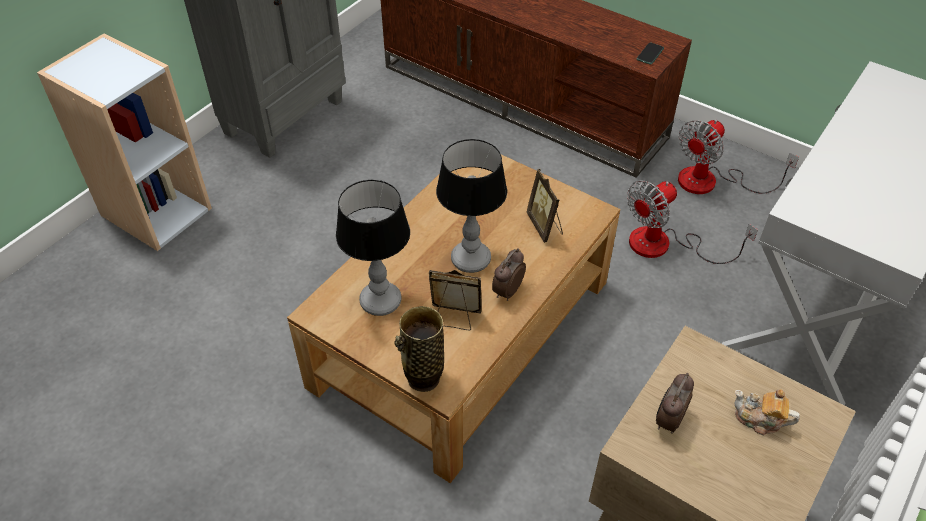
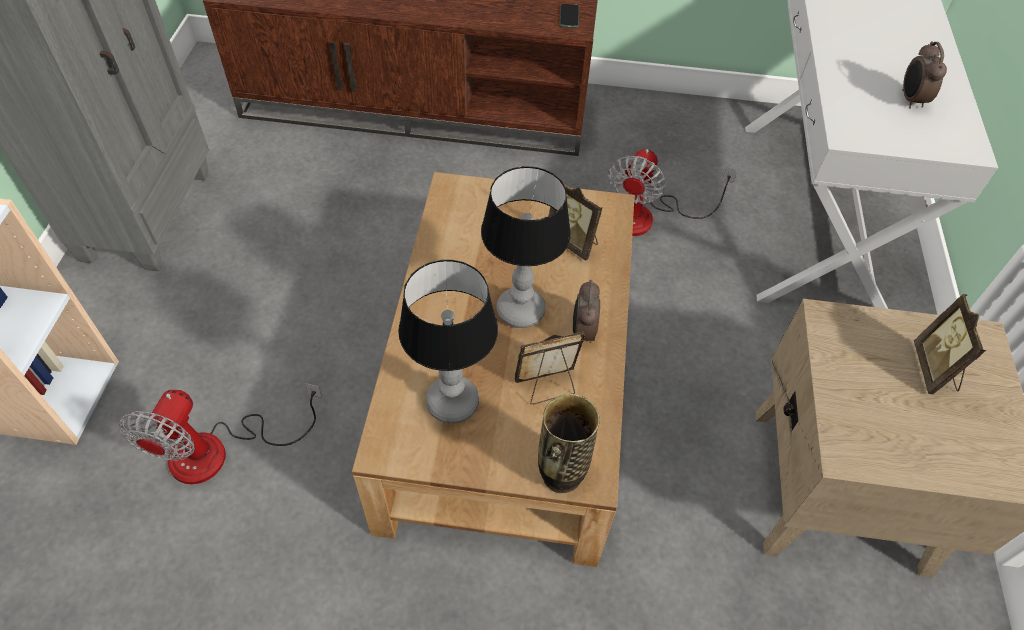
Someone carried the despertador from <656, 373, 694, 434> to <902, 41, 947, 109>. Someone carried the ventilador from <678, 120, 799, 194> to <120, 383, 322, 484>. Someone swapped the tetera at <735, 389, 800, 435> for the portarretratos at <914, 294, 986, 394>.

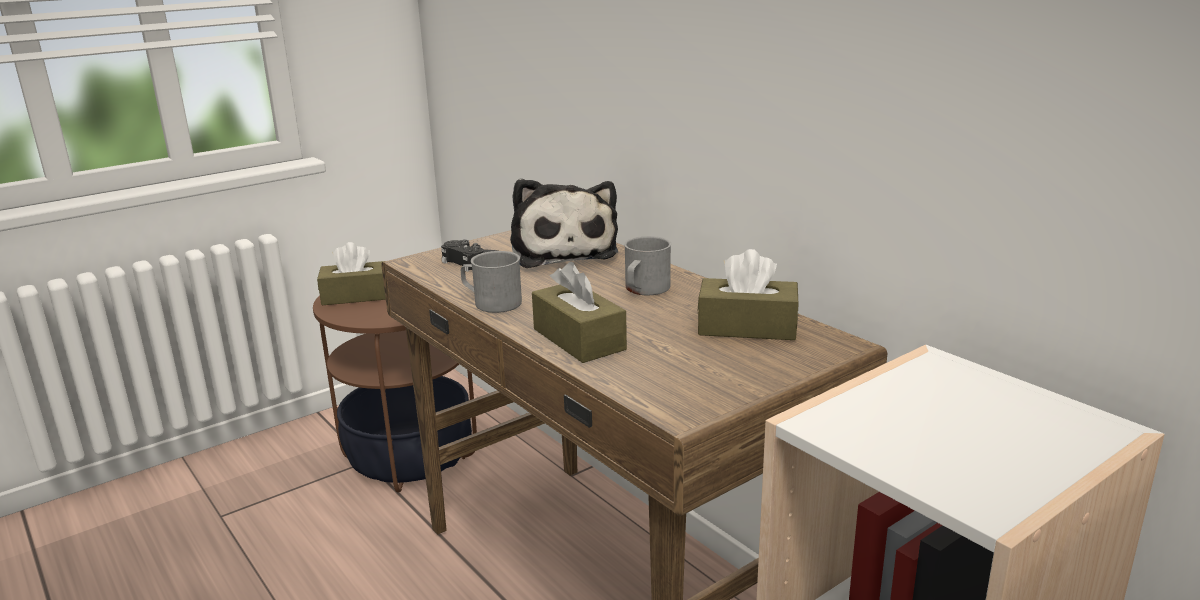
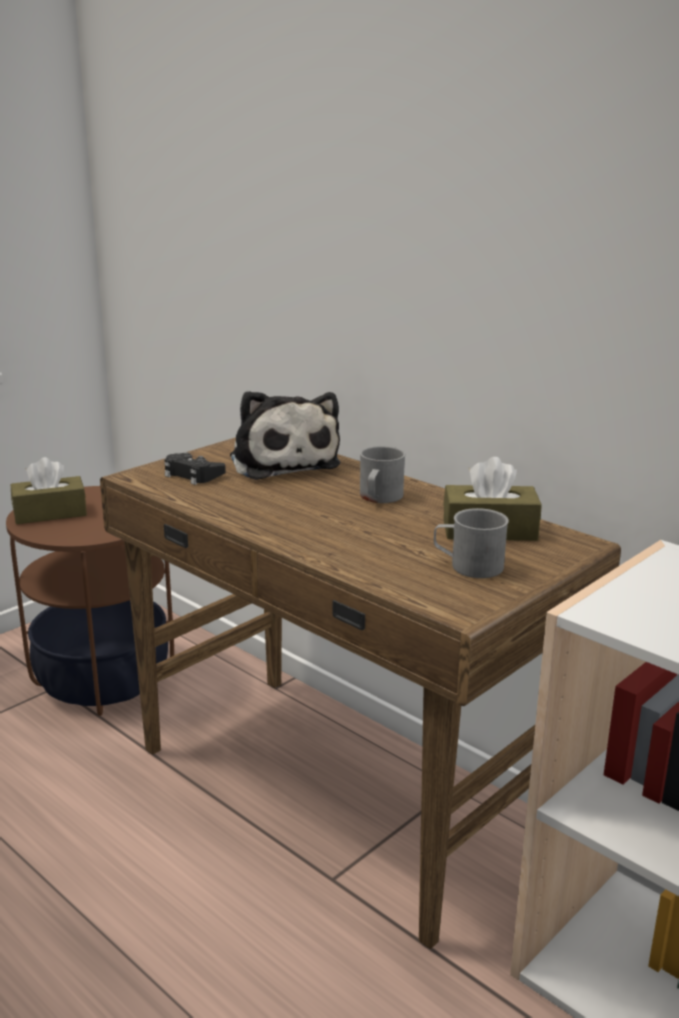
Someone carried the taza grande/gris from <461, 251, 522, 313> to <434, 508, 509, 578>. Someone took away the caja de pañuelos/marrón at <532, 262, 627, 363>.

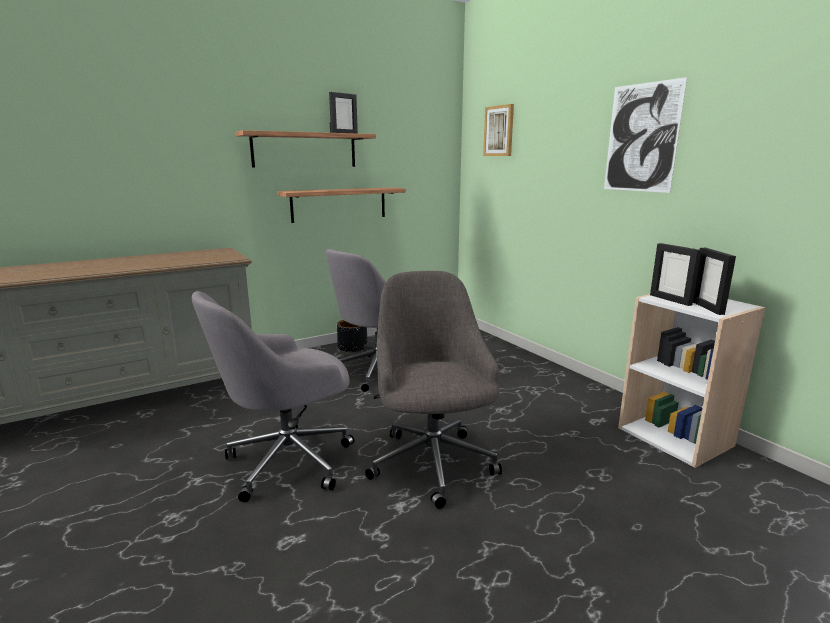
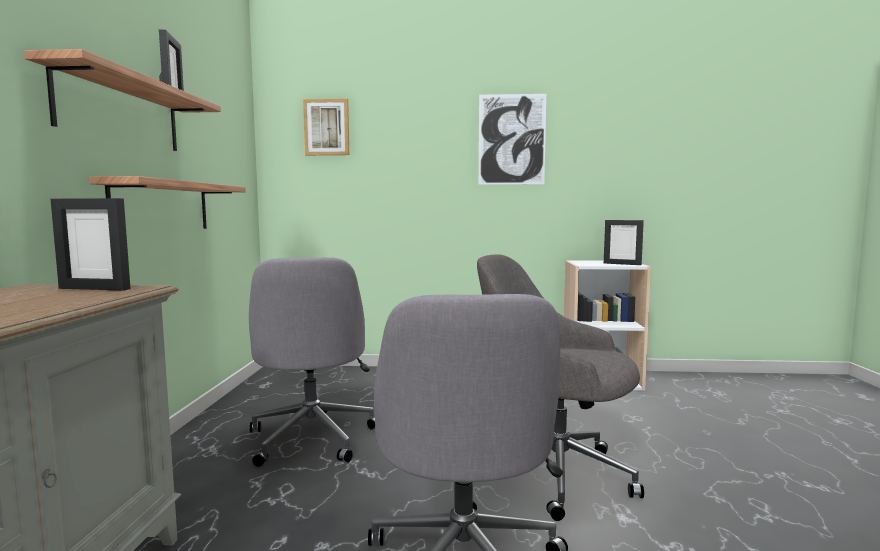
Someone took away the maceta/negro at <337, 320, 368, 353>. Someone carried the portarretratos from <650, 243, 702, 306> to <51, 198, 131, 291>.

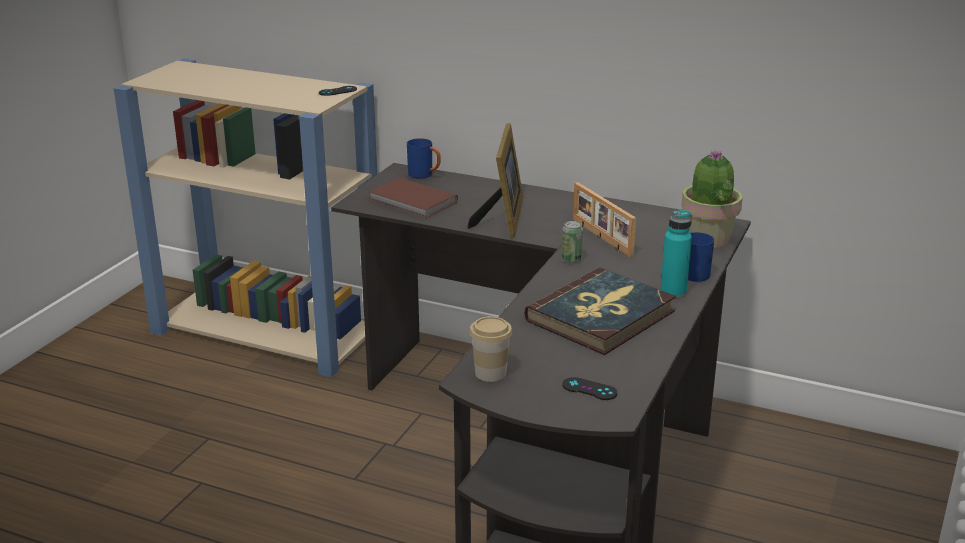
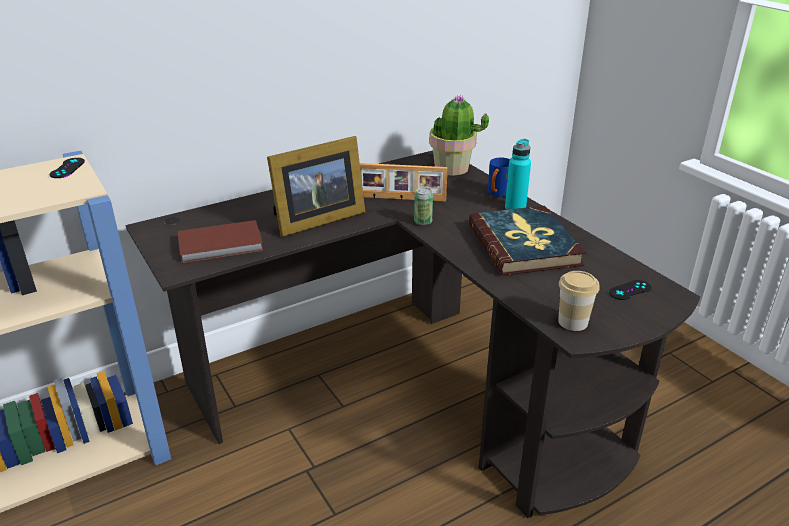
Someone took away the taza grande/azul at <407, 138, 441, 179>. Someone rotated the portarretratos at <467, 123, 523, 238> by 105 degrees clockwise.

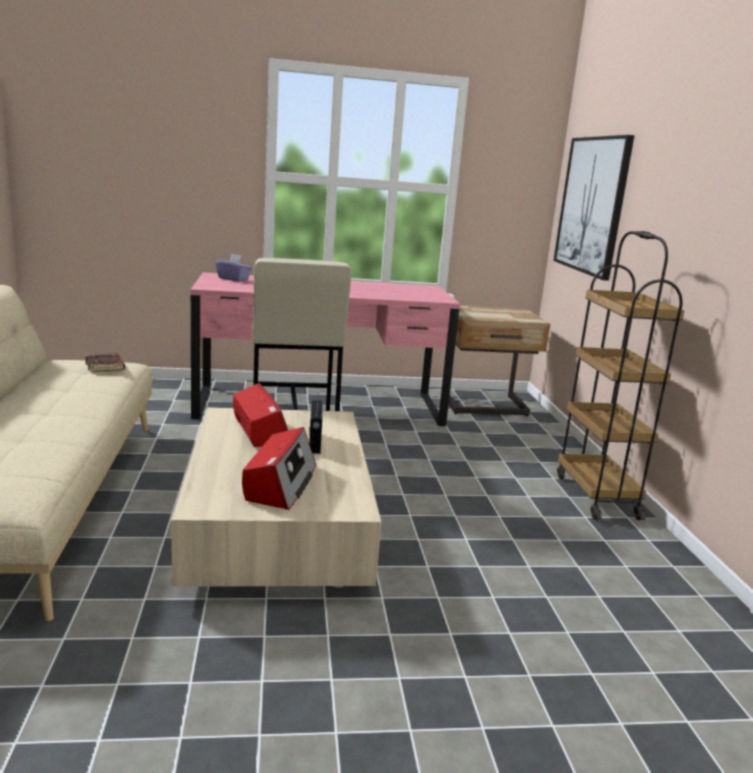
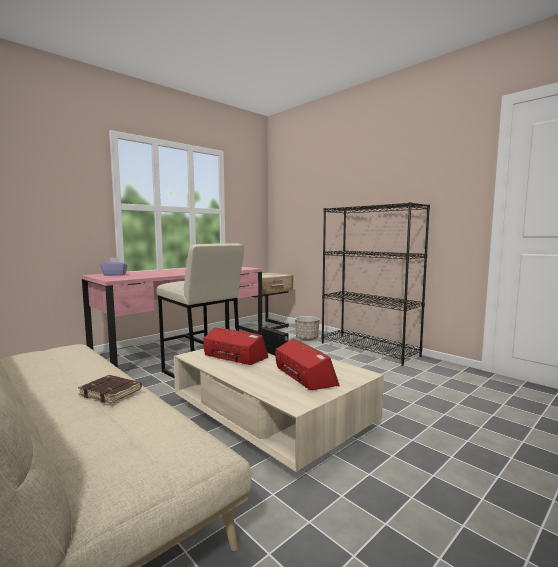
Someone carried the libro/marrón from <85, 353, 125, 372> to <78, 375, 142, 404>. Someone took away the cuadro at <553, 135, 635, 281>. Someone swapped the carrito/marrón at <557, 231, 685, 520> for the estantería/negro at <322, 202, 430, 366>. Someone put down the maceta at <295, 316, 320, 341>.

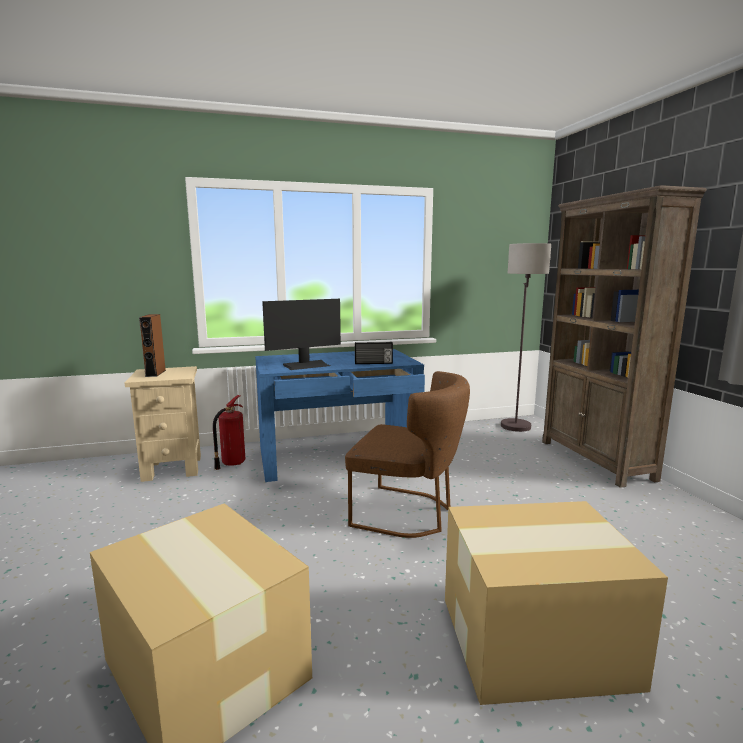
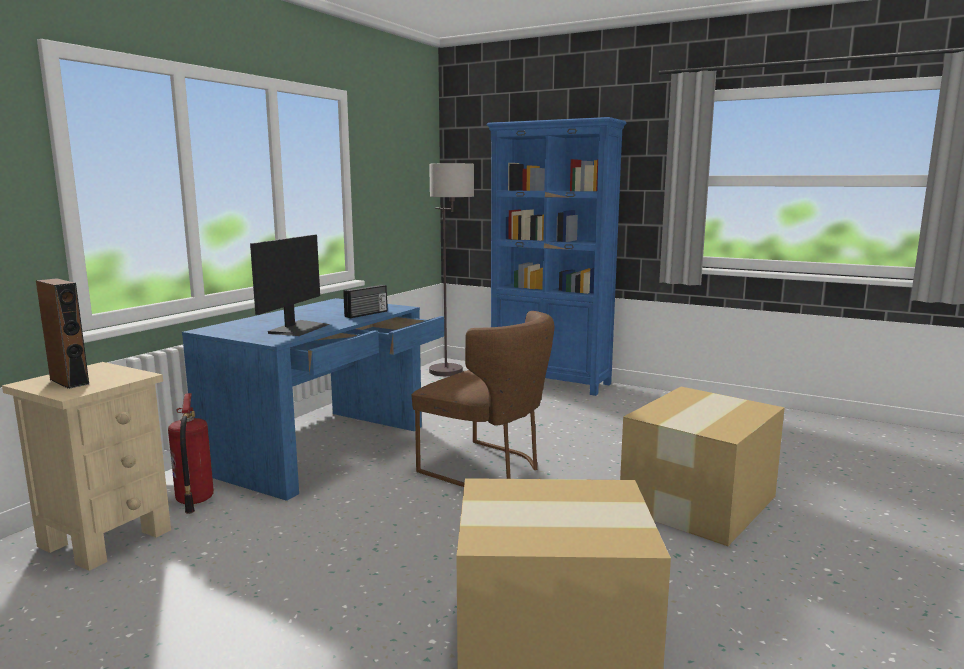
Someone rotated the silla/marrón at <345, 371, 470, 538> by 60 degrees clockwise. Someone repainted the estantería/marrón at <542, 185, 707, 488>, which became the estantería/azul at <486, 117, 626, 396>.

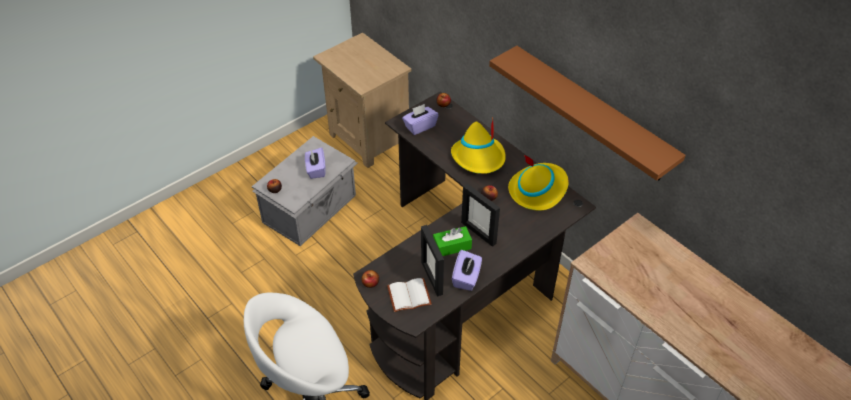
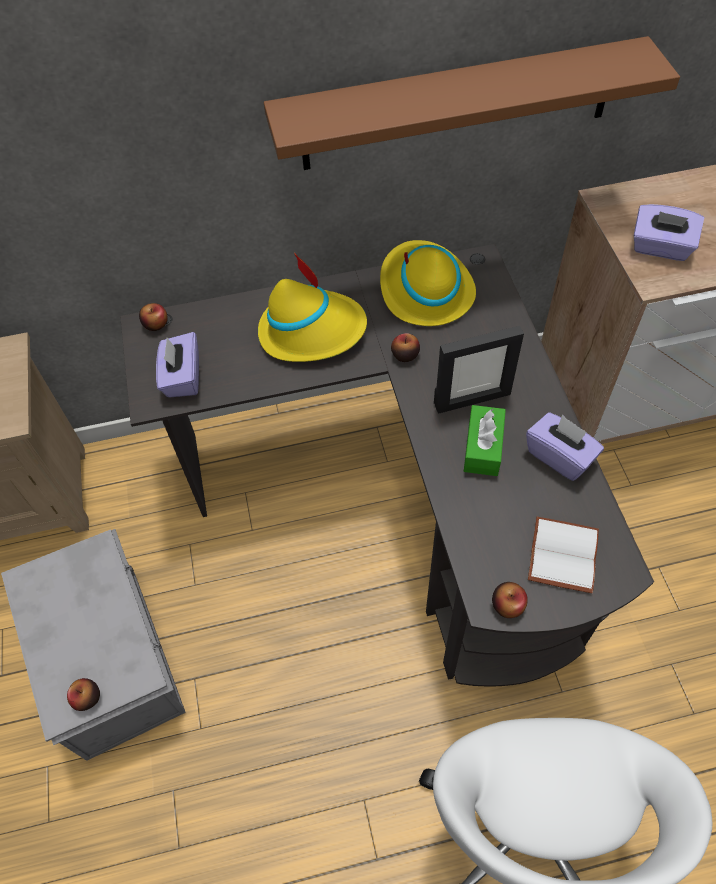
Someone carried the caja de pañuelos/morado from <305, 147, 326, 179> to <634, 204, 704, 261>. Someone took away the portarretratos at <421, 225, 444, 296>.

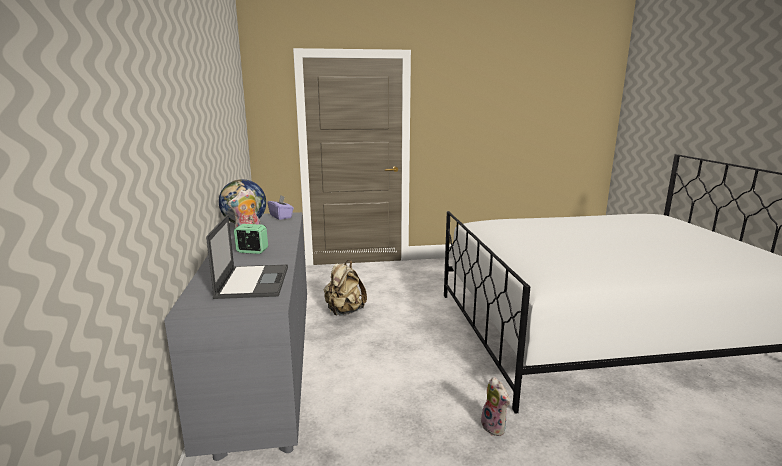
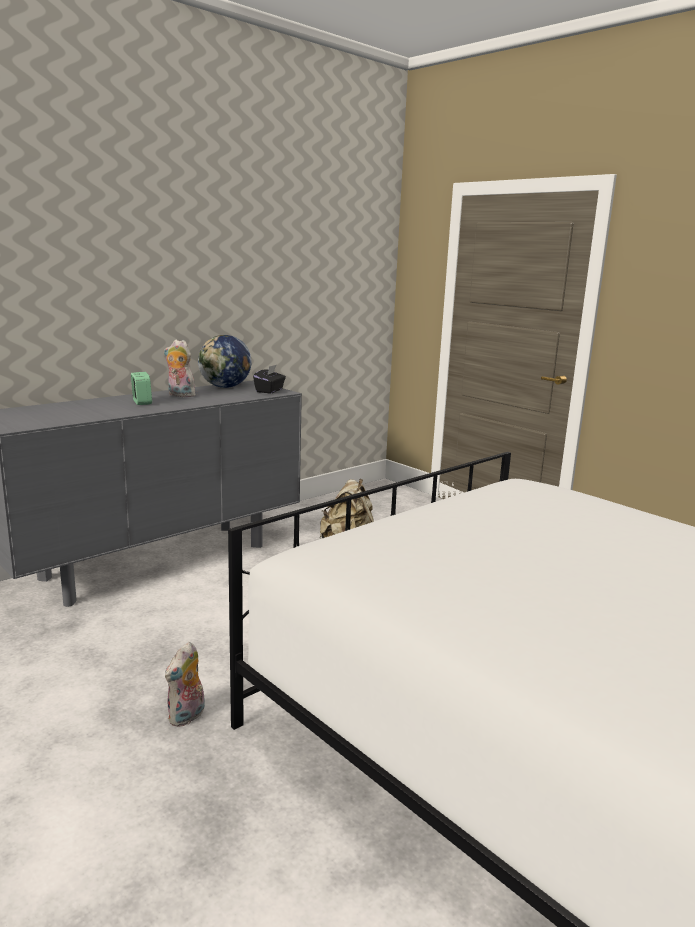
Someone took away the portátil at <206, 215, 288, 299>. Someone repainted the caja de pañuelos/morado at <267, 196, 294, 220>, which became the caja de pañuelos/negro at <253, 365, 286, 394>.

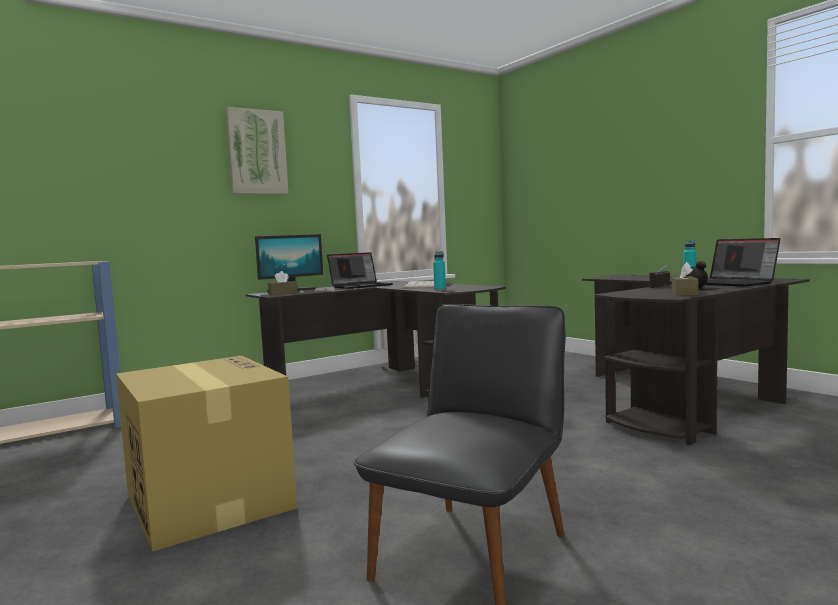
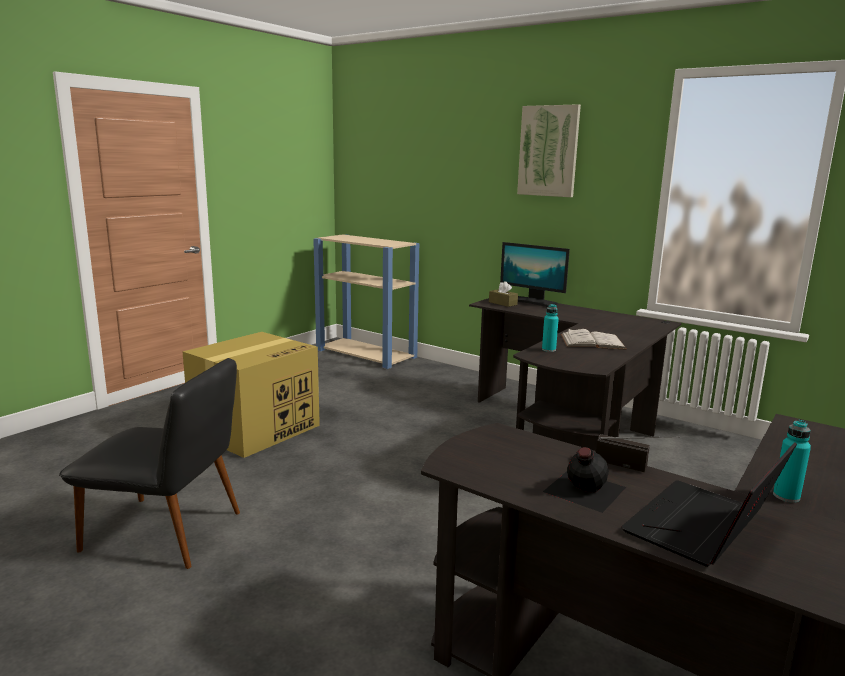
Someone took away the portátil at <327, 252, 393, 289>. Someone took away the caja de pañuelos/marrón at <672, 262, 699, 296>.

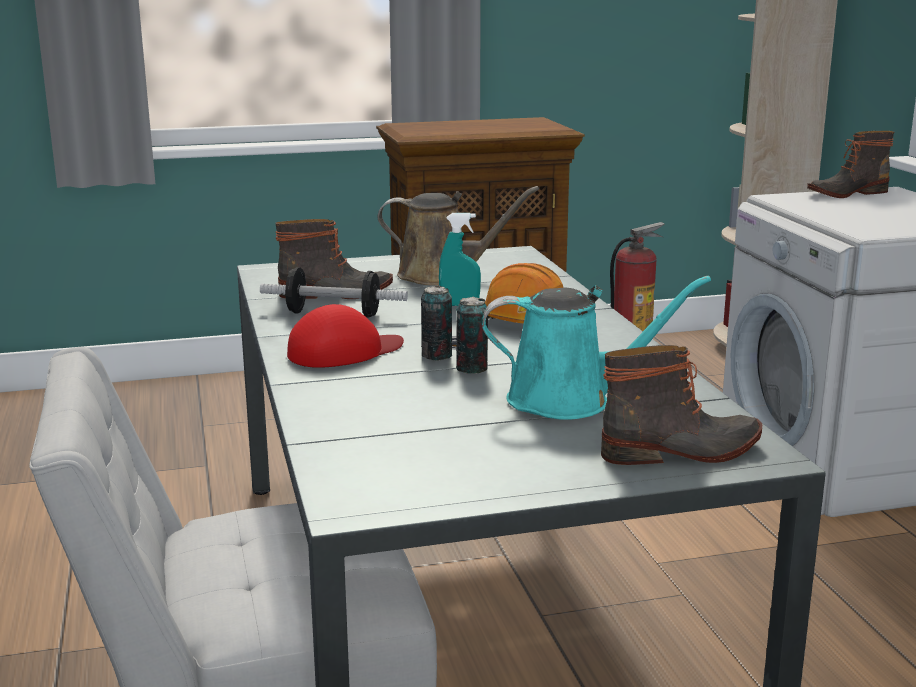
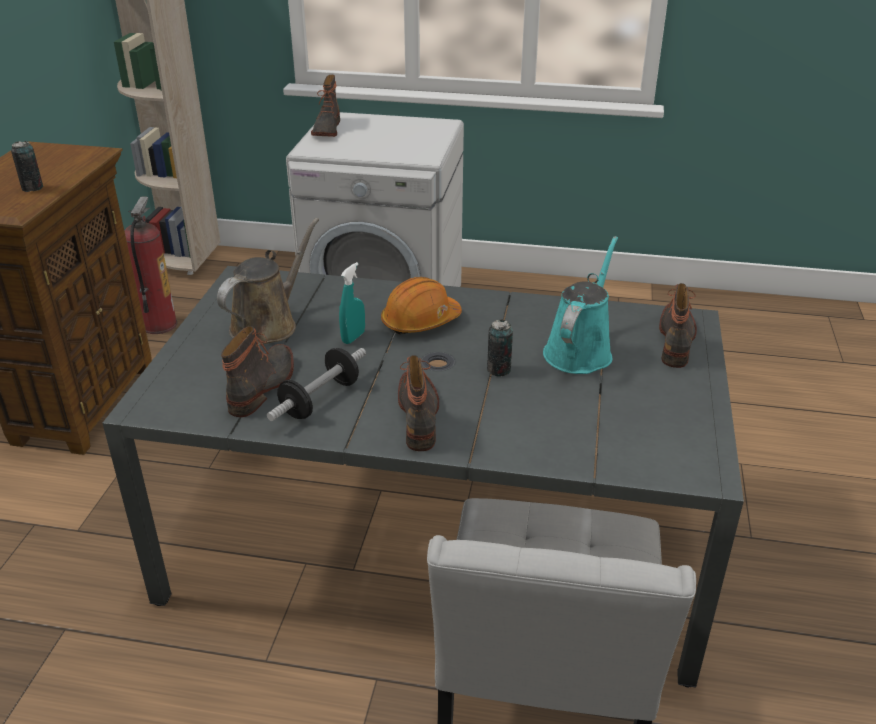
Someone swapped the gorra/rojo at <287, 304, 404, 368> for the bota at <398, 355, 439, 451>. Someone carried the lata from <421, 286, 452, 361> to <11, 141, 43, 192>.

